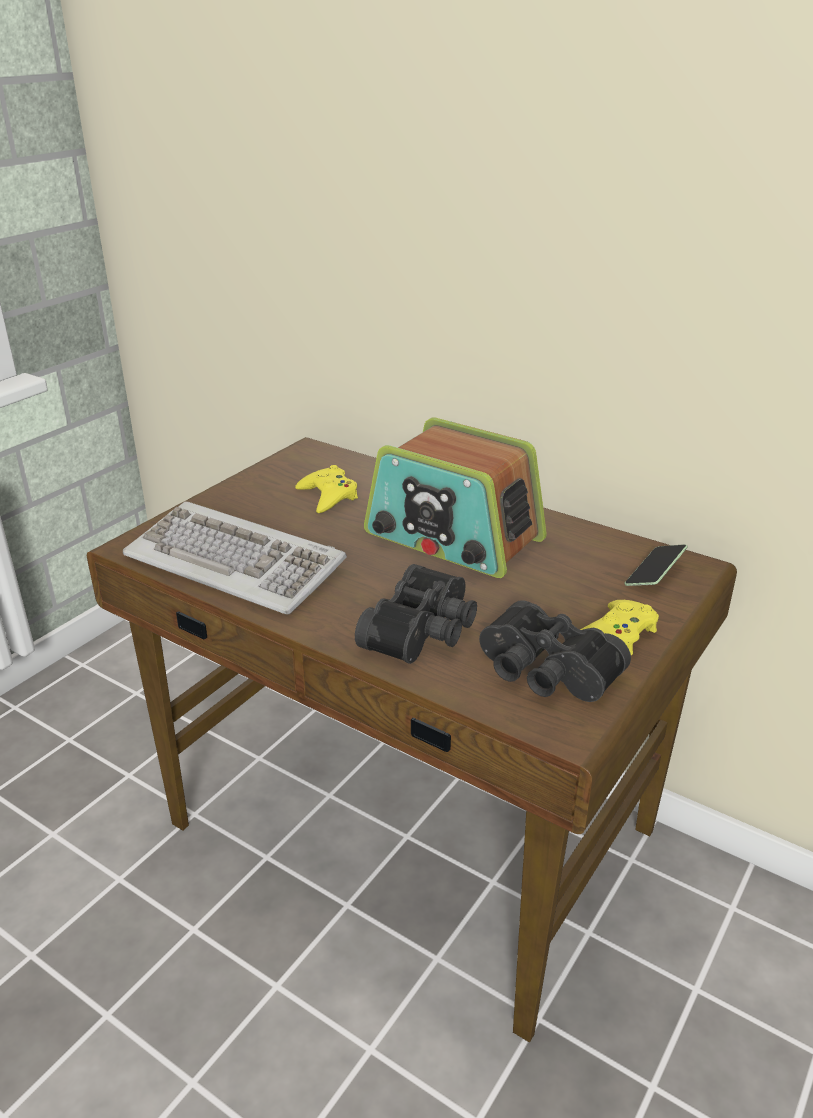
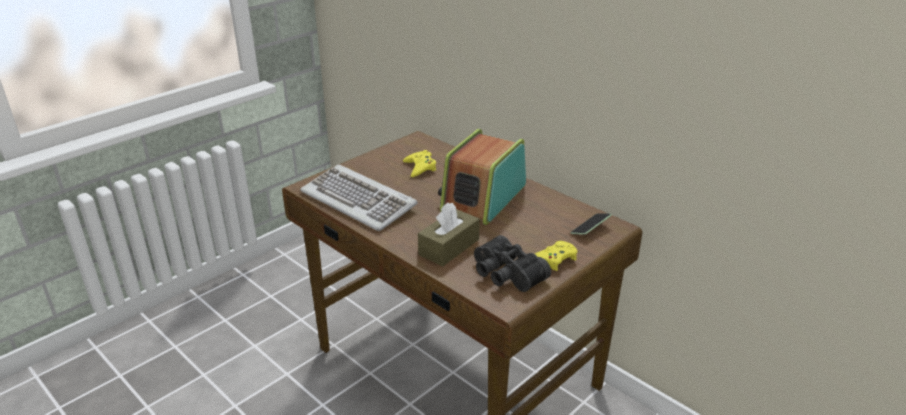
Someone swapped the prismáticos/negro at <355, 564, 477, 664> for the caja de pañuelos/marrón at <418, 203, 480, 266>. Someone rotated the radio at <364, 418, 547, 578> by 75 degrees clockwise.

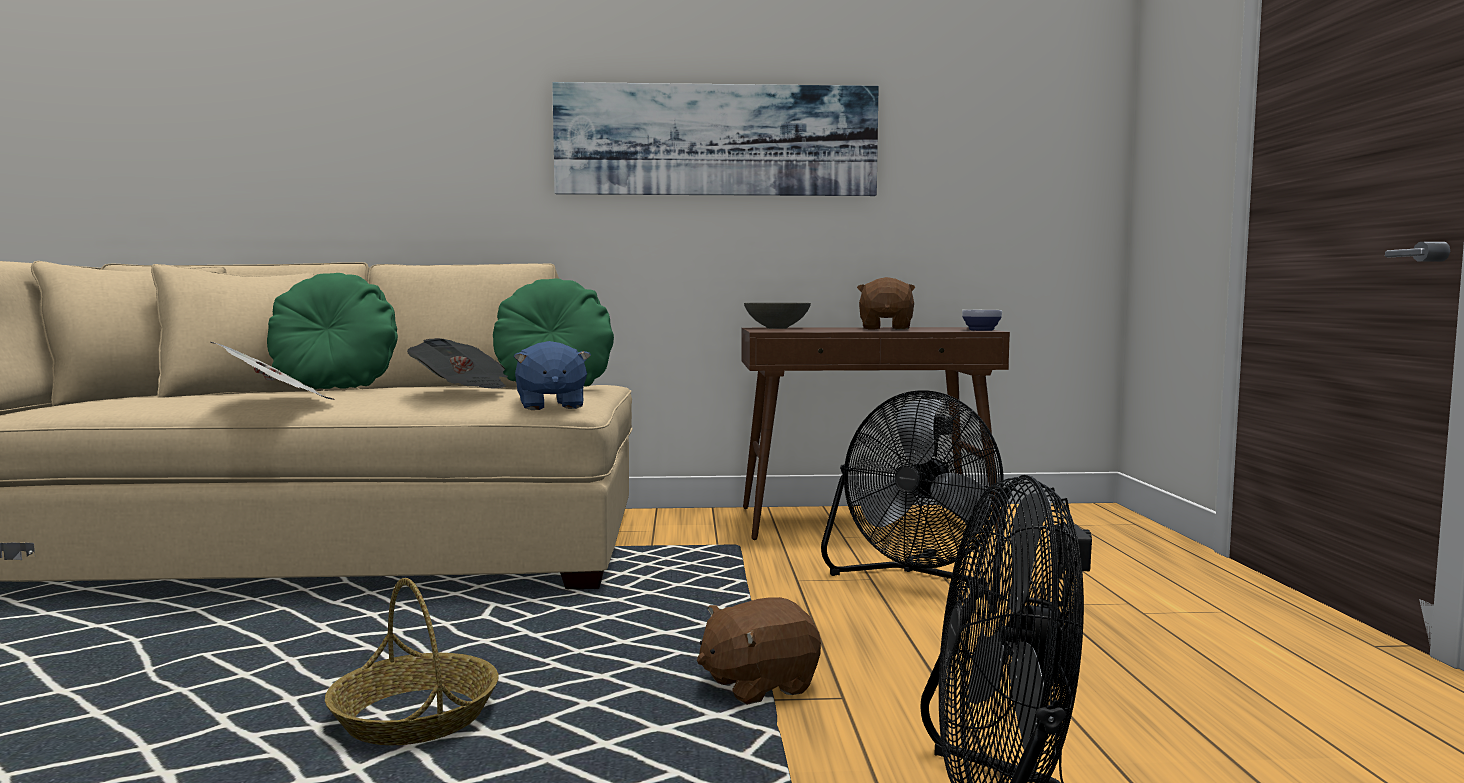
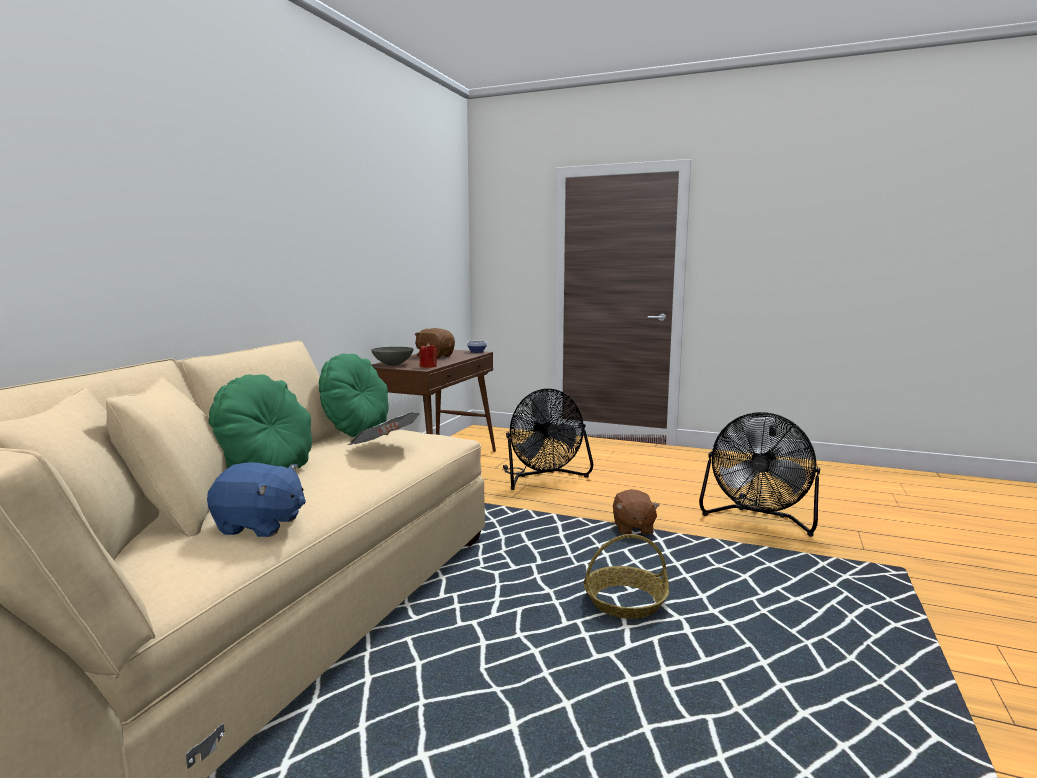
Someone took away the periódico at <211, 342, 335, 400>. Someone carried the peluche/azul from <513, 341, 591, 410> to <207, 463, 306, 537>. Someone took away the cuadro at <552, 82, 879, 196>. Someone put down the vela/rojo at <419, 343, 437, 368>.

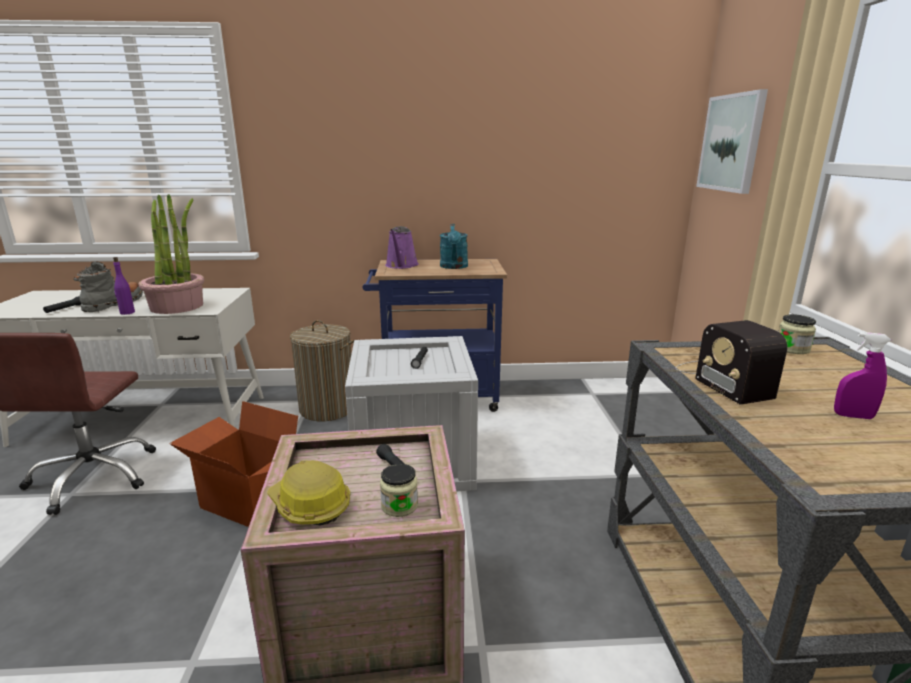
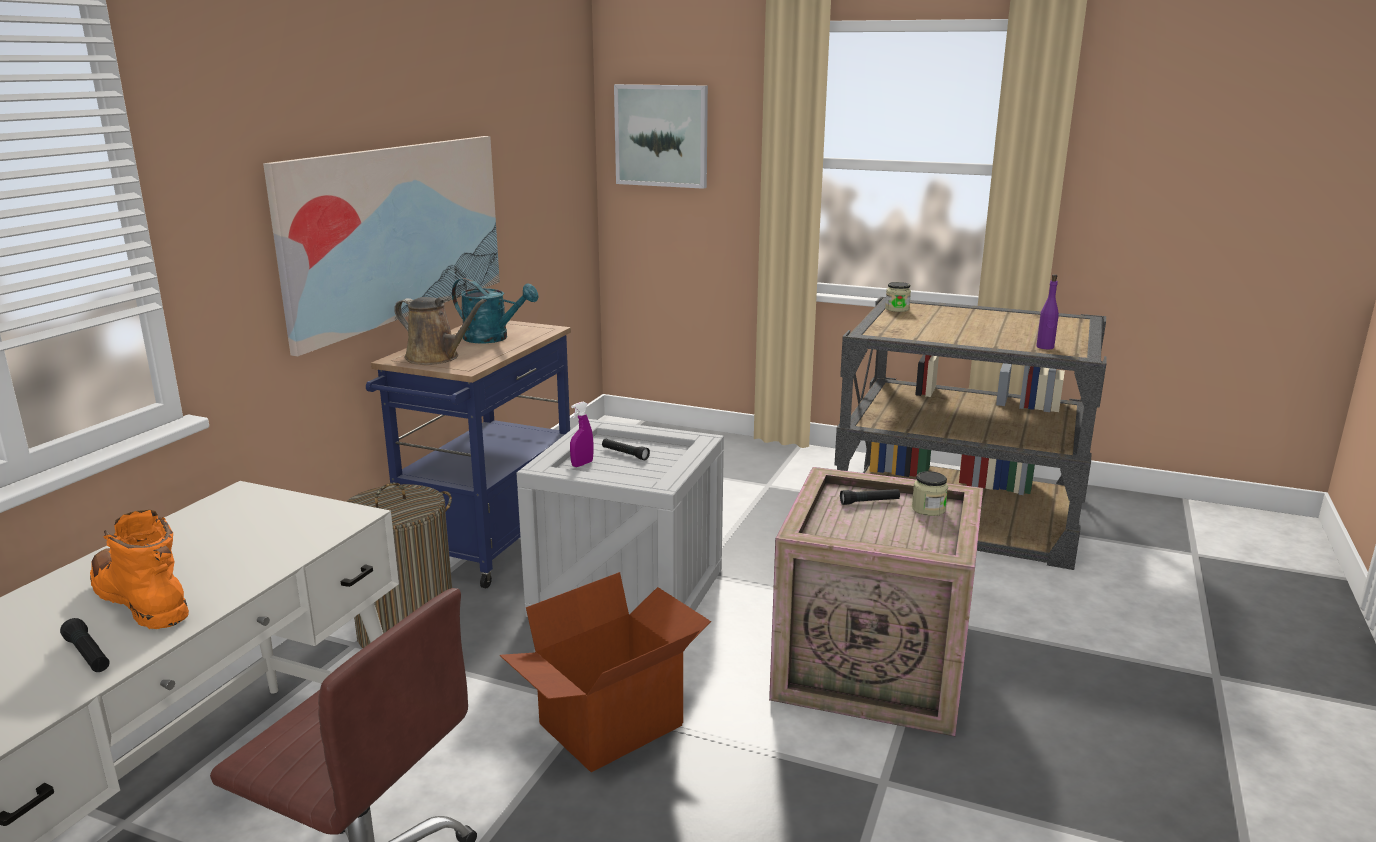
Someone repainted the bota/gris at <74, 261, 143, 312>, which became the bota/naranja at <90, 510, 189, 629>. Someone carried the botella/morado from <113, 257, 135, 315> to <1036, 274, 1059, 349>. Someone took away the planta en maceta at <138, 194, 204, 314>. Someone took away the casco at <267, 460, 350, 526>. Someone repainted the regadera/morado at <385, 226, 419, 269>, which became the regadera/marrón at <394, 297, 487, 365>. Someone took away the radio at <675, 320, 787, 405>. Someone carried the pulverizador/morado from <834, 332, 892, 419> to <570, 402, 594, 467>. Someone put up the cuadro at <263, 136, 500, 356>.

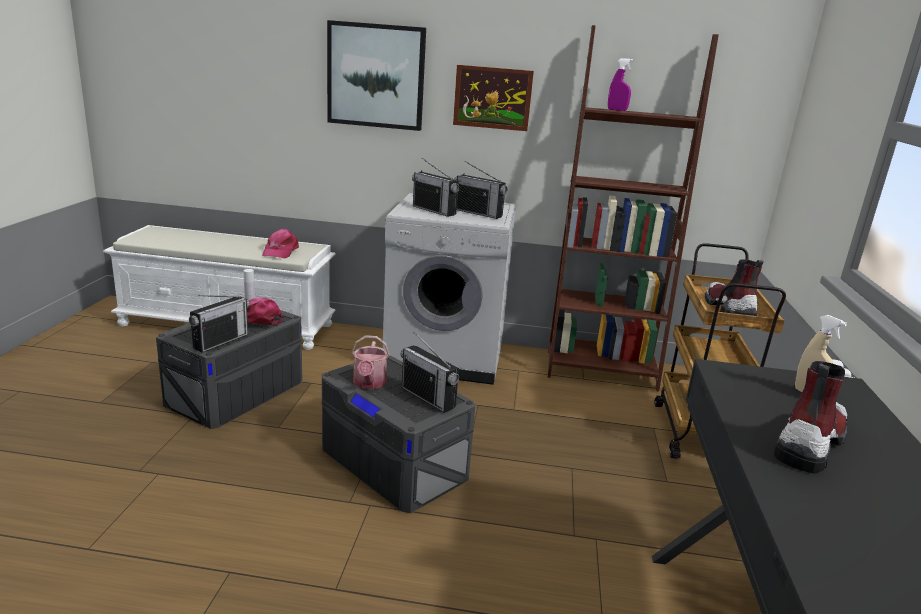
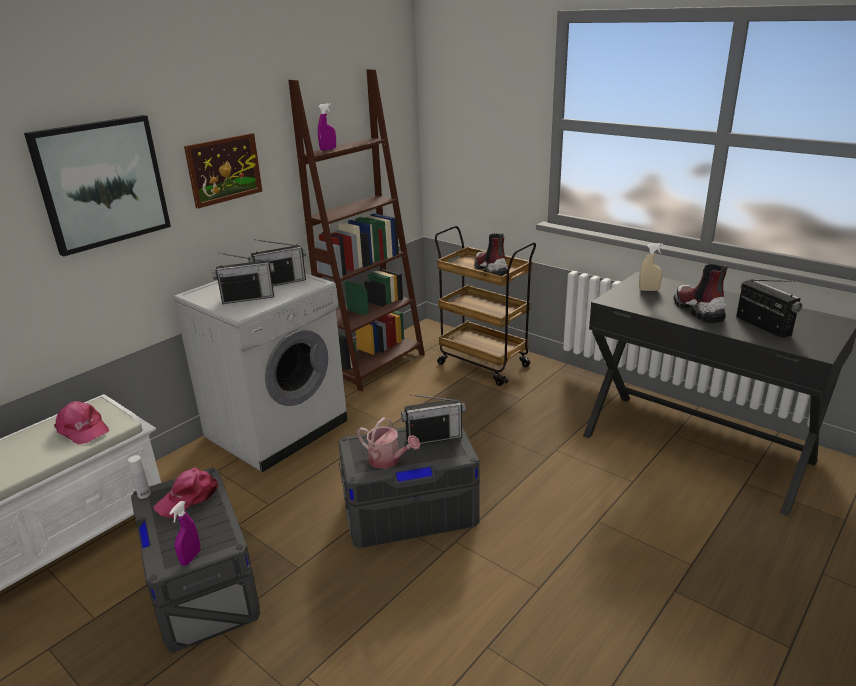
Someone carried the radio from <189, 295, 250, 353> to <736, 279, 803, 338>. Someone rotated the bota at <705, 259, 764, 316> by 45 degrees clockwise. Someone put down the pulverizador/morado at <169, 501, 200, 566>.

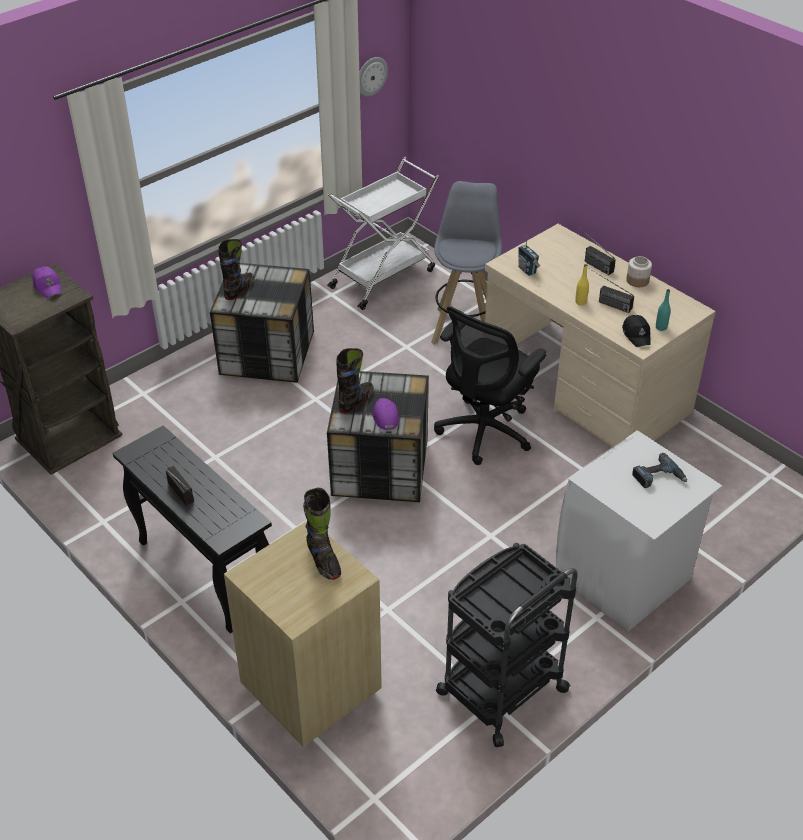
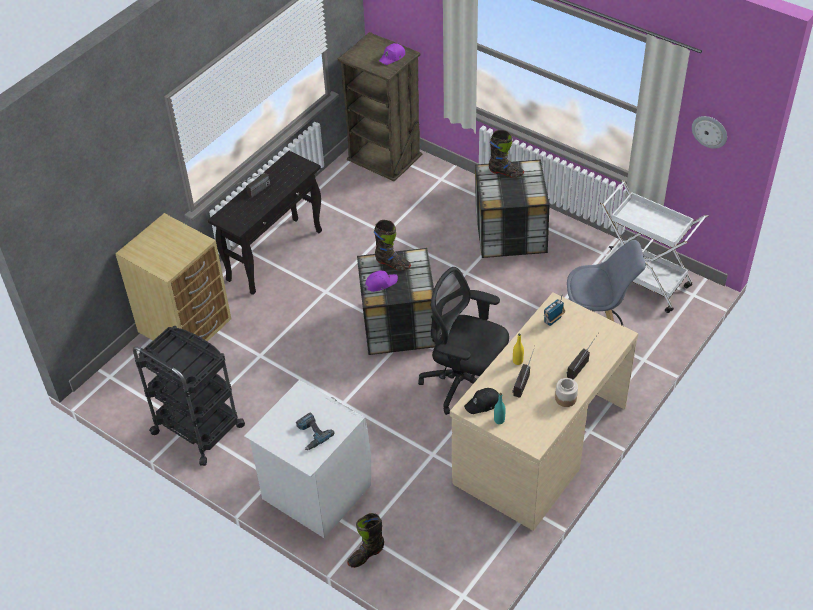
Someone carried the bota/negro from <303, 488, 341, 580> to <347, 513, 384, 568>.

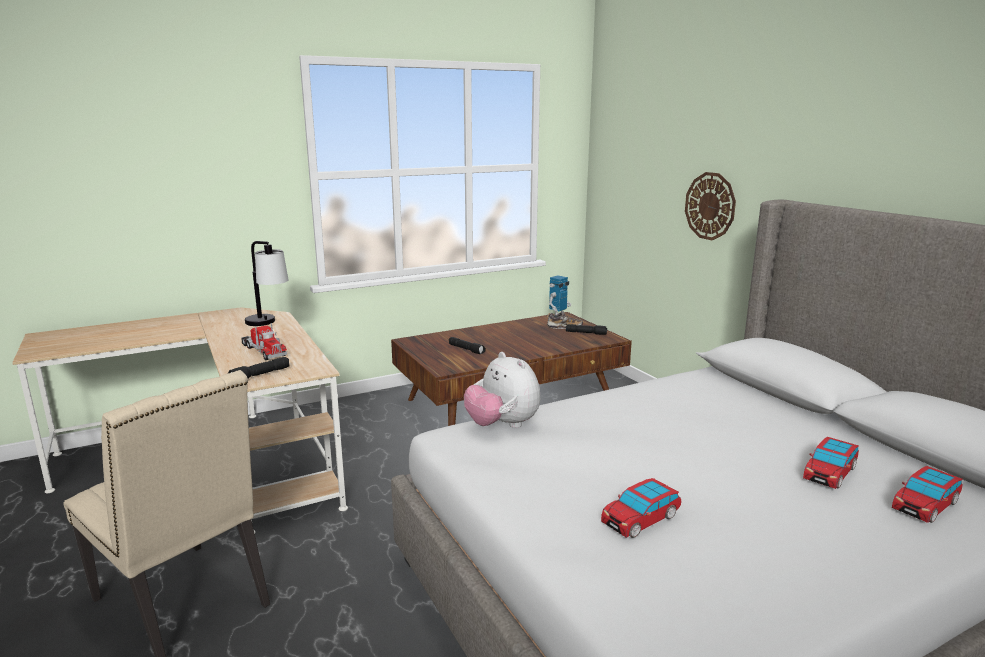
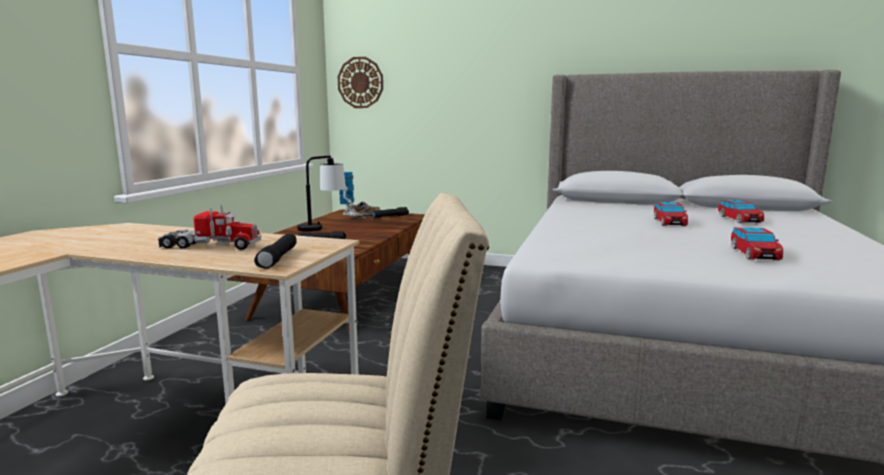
Someone carried the lámpara de mesa from <245, 241, 289, 326> to <297, 155, 346, 232>. Someone took away the peluche at <464, 352, 540, 428>. Someone carried the reloj de pared from <685, 172, 736, 240> to <338, 57, 383, 108>. Someone carried the coche de juguete from <892, 466, 962, 523> to <654, 202, 688, 226>.

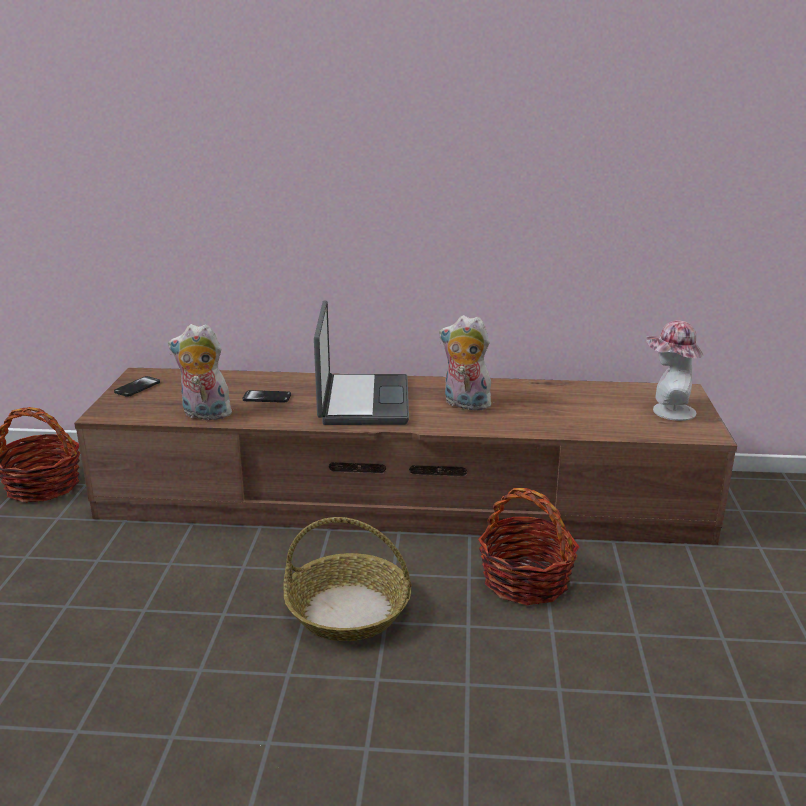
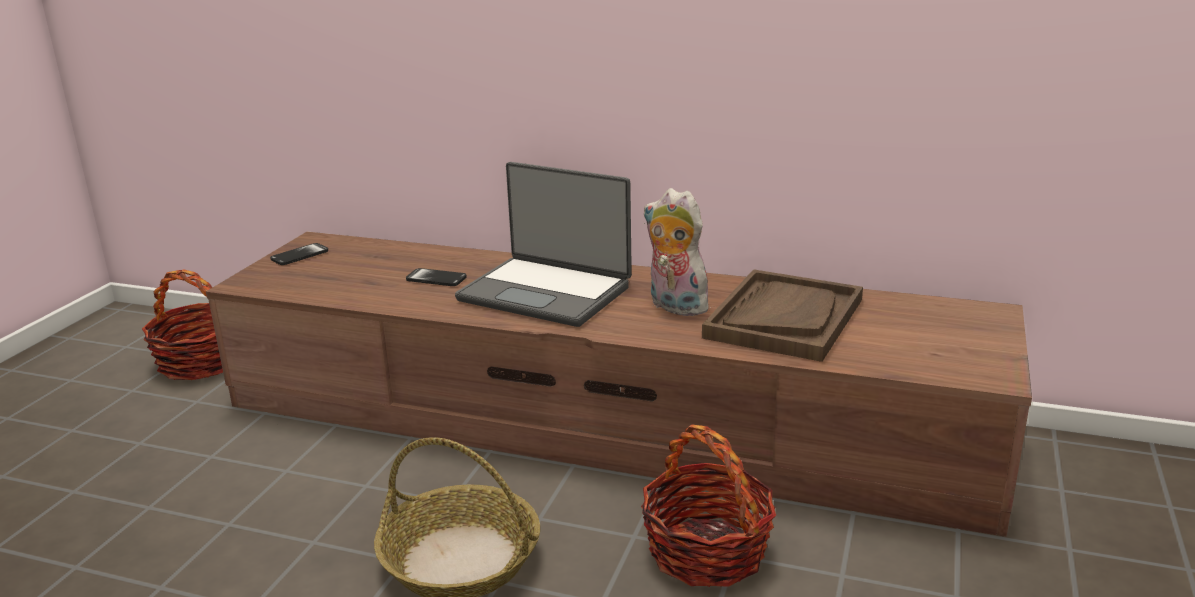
Someone took away the peluche at <168, 324, 232, 420>. Someone rotated the portátil at <314, 301, 409, 425> by 105 degrees clockwise. Someone took away the sombrero at <646, 320, 703, 421>. Someone put down the bandeja/marrón at <702, 269, 863, 362>.

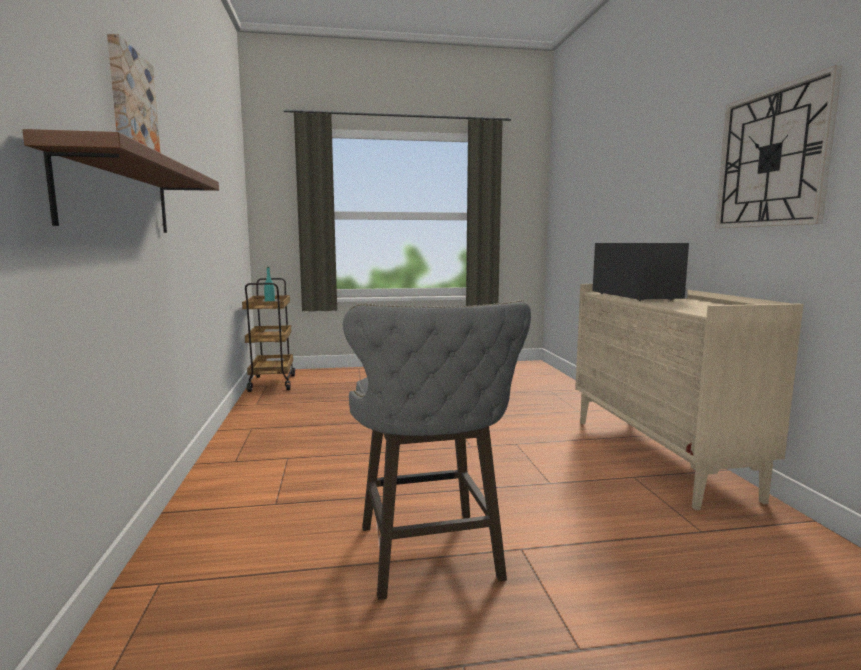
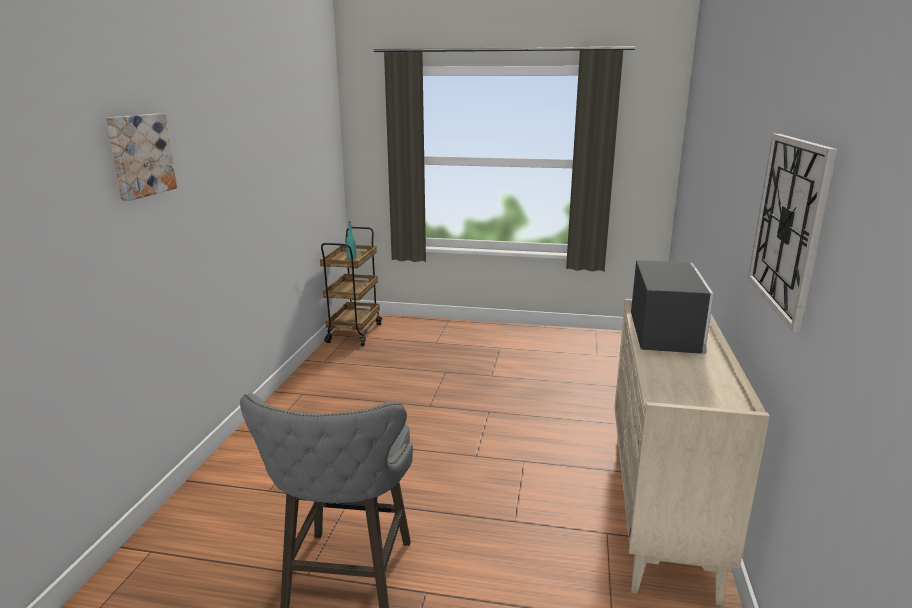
Someone took away the estante/marrón at <23, 129, 219, 233>.

